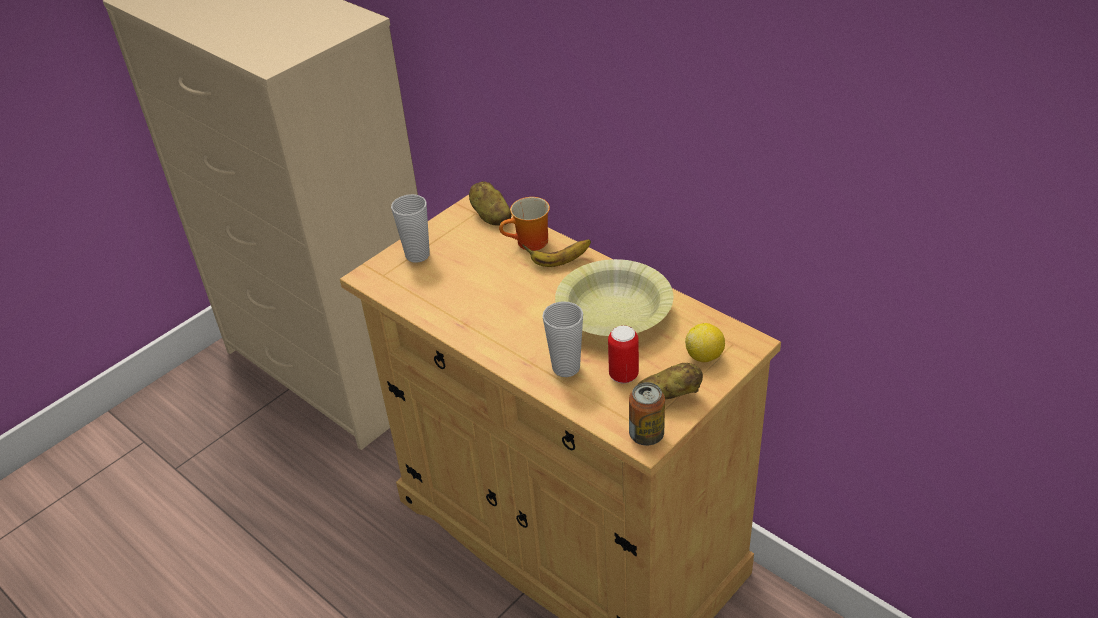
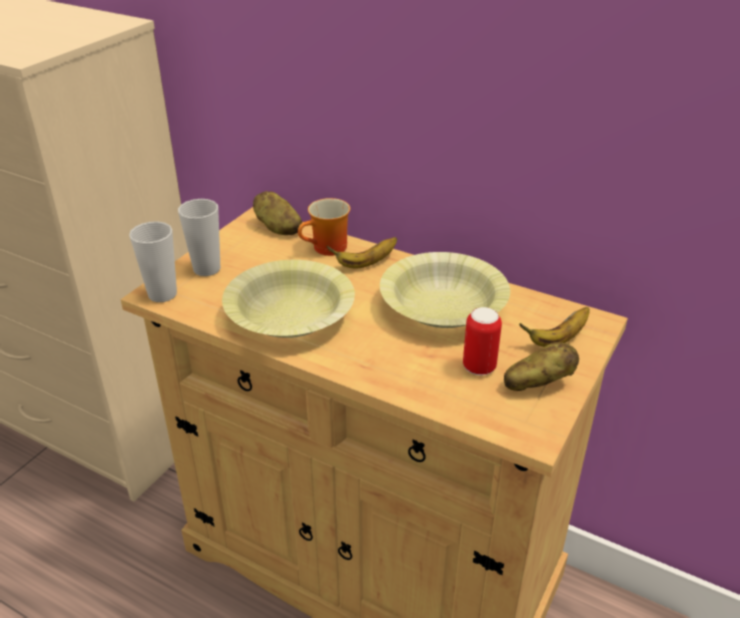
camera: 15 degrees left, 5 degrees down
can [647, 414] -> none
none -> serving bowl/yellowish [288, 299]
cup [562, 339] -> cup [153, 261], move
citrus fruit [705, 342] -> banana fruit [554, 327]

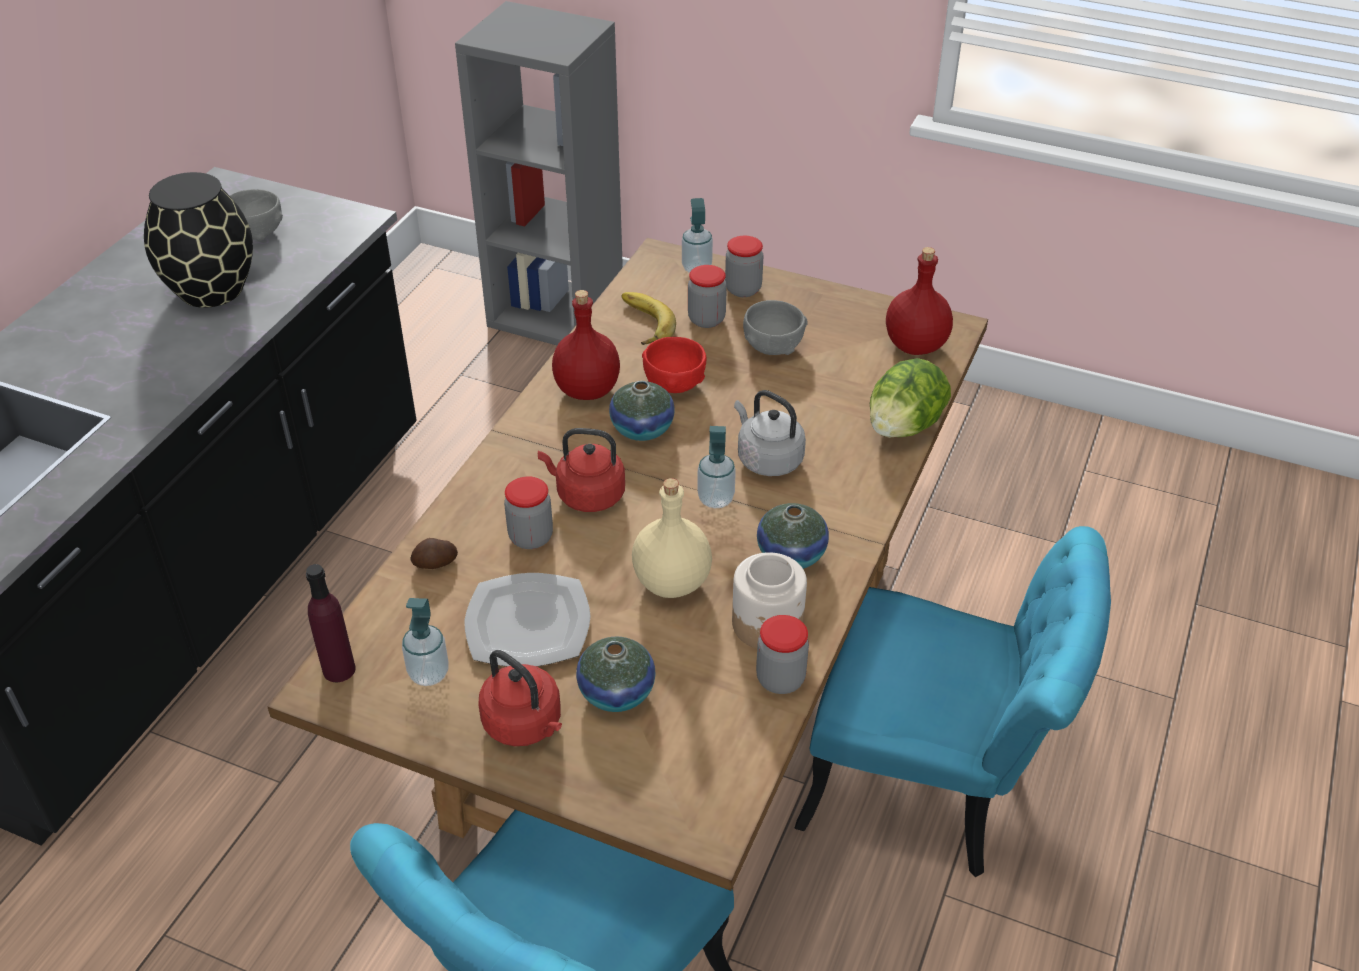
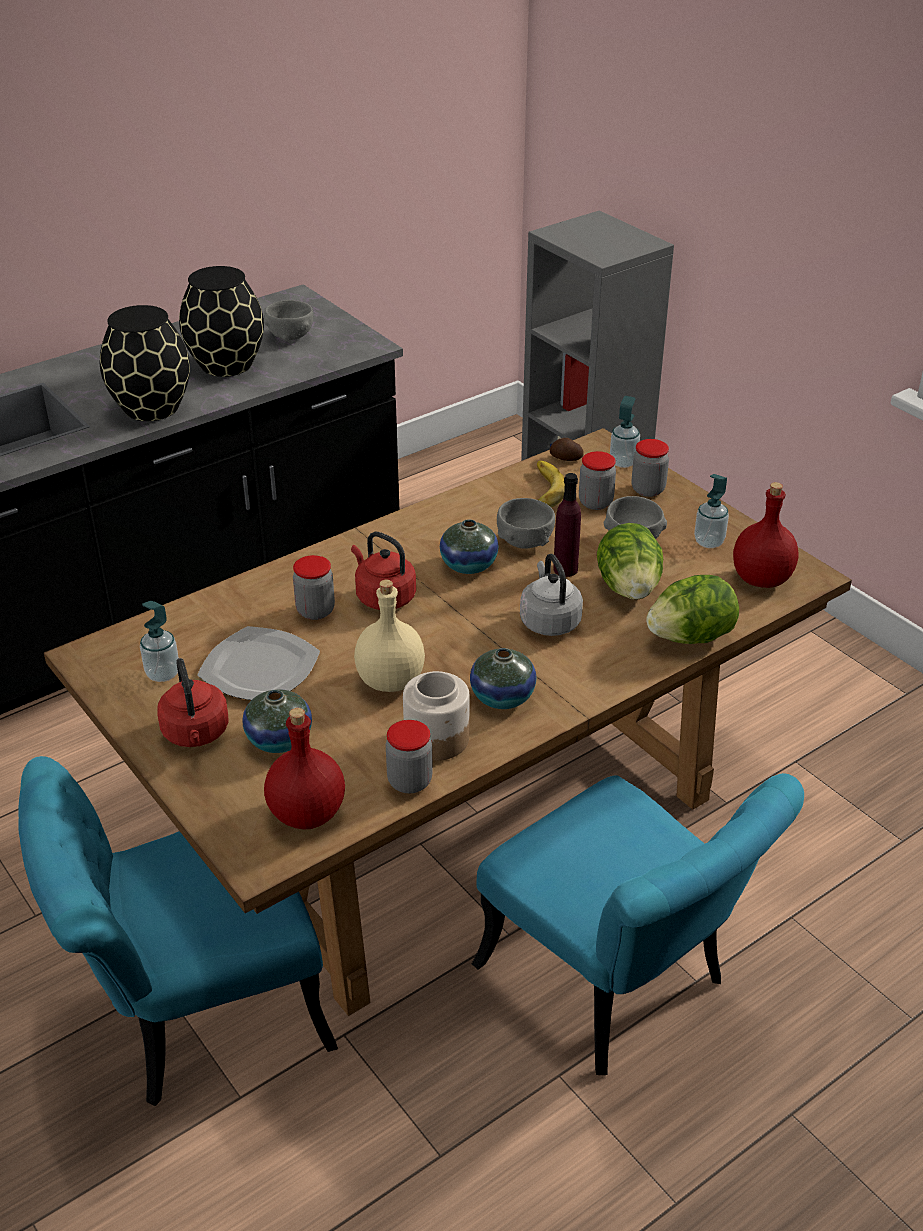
camera: 30 degrees right, 5 degrees down
none -> vase/black-coloured [145, 363]
none -> lettuce [630, 561]
drink bottle/purple [331, 623] -> drink bottle/purple [567, 525], move
potato [434, 553] -> potato [567, 449], move
drink bottle/reddish [586, 345] -> drink bottle/reddish [304, 768], move
soap bottle [716, 467] -> soap bottle [711, 511], move
serving bowl/reddish [674, 365] -> serving bowl/greyish [526, 523]

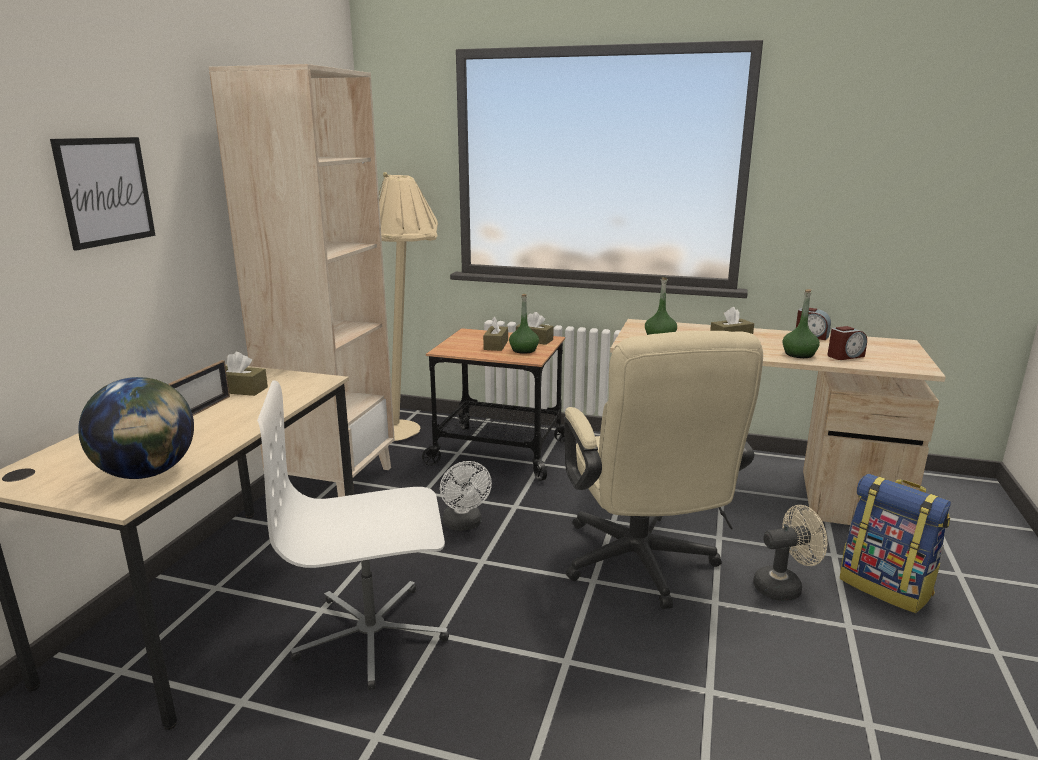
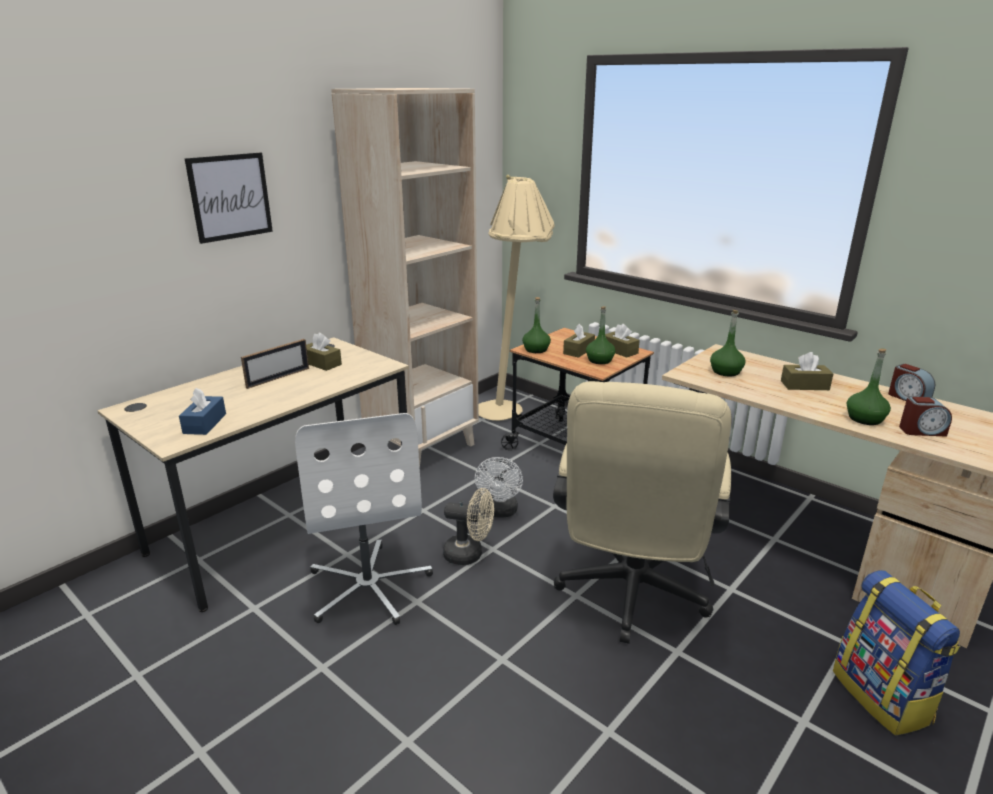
camera: 25 degrees right, 5 degrees up
none -> drink bottle/greenish [536, 325]
fan/sand-coloured [790, 553] -> fan/sand-coloured [468, 526], move
globe [136, 428] -> tissue box/blue-coloured [202, 411]
office chair/whitish [353, 535] -> office chair/whitish [364, 519], 120 degrees counterclockwise

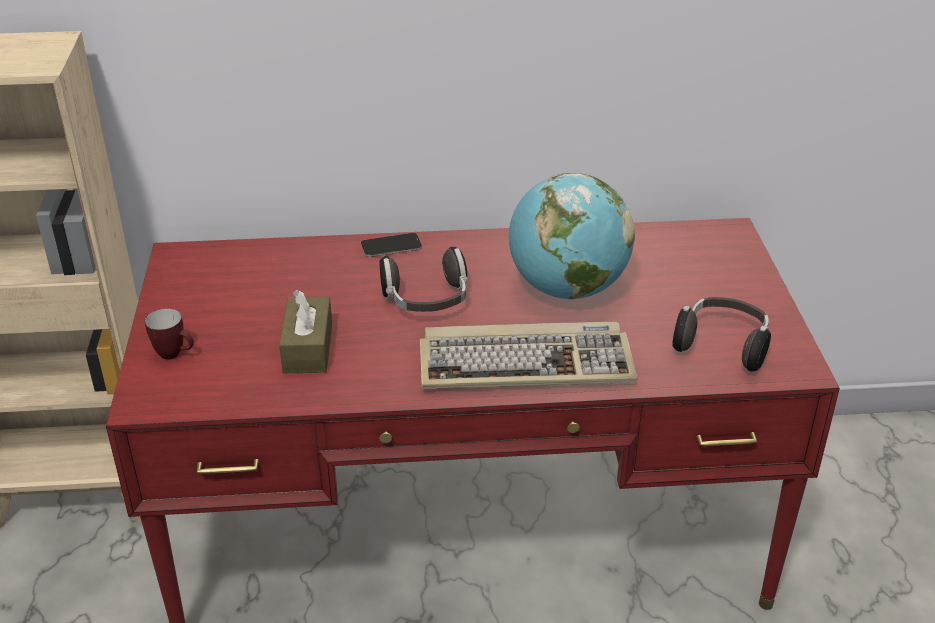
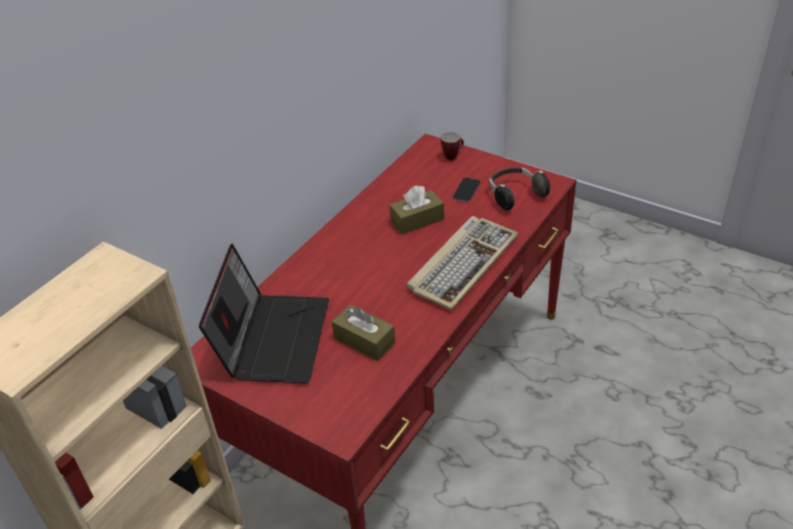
camera: 50 degrees left, 5 degrees up
headset [424, 279] -> none
none -> laptop [264, 313]
tea mug [169, 334] -> tea mug [452, 146], move
phone [391, 245] -> phone [466, 189], move
globe [572, 236] -> tissue box/brown [416, 210]

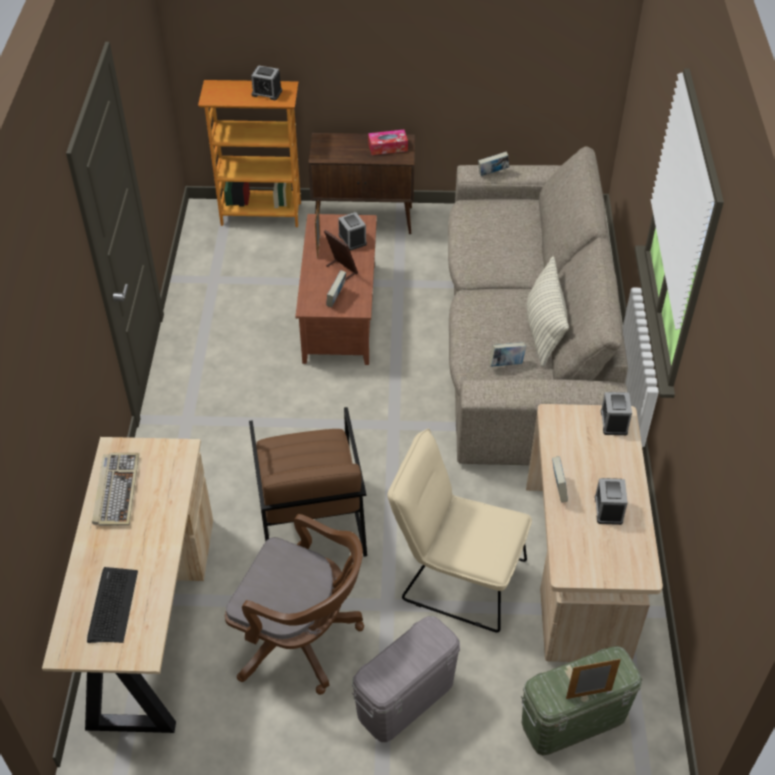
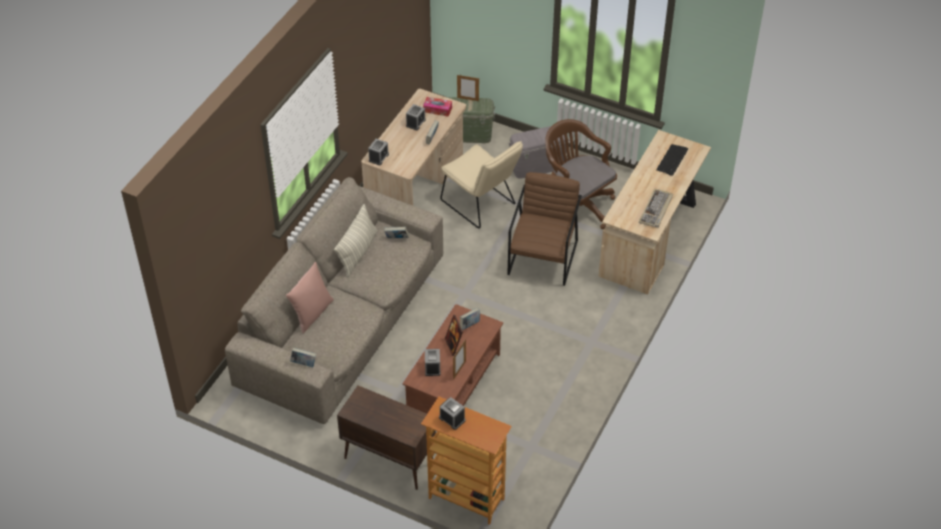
camera: 155 degrees left, 0 degrees up
none -> cushion/pink-coloured [310, 298]
tissue box [388, 142] -> tissue box [437, 107], move

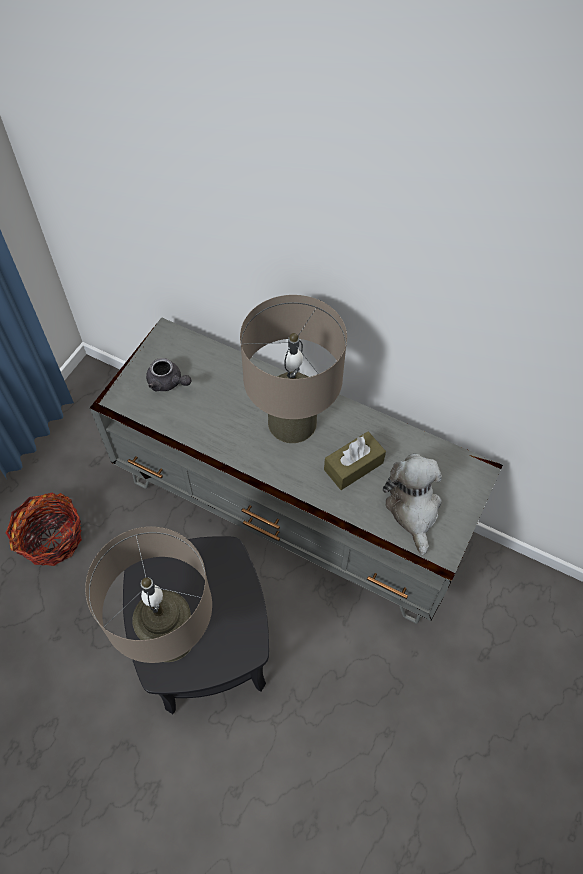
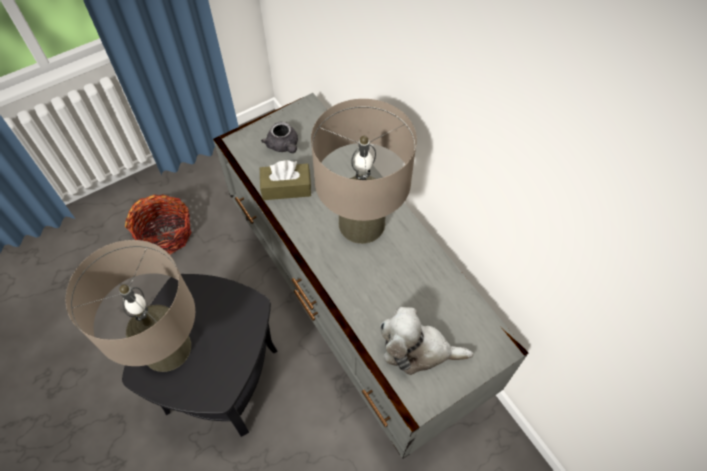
camera: 30 degrees right, 0 degrees up
tissue box/brown [355, 460] -> tissue box/brown [285, 180], move
plush toy [412, 504] -> plush toy [426, 341], 105 degrees counterclockwise

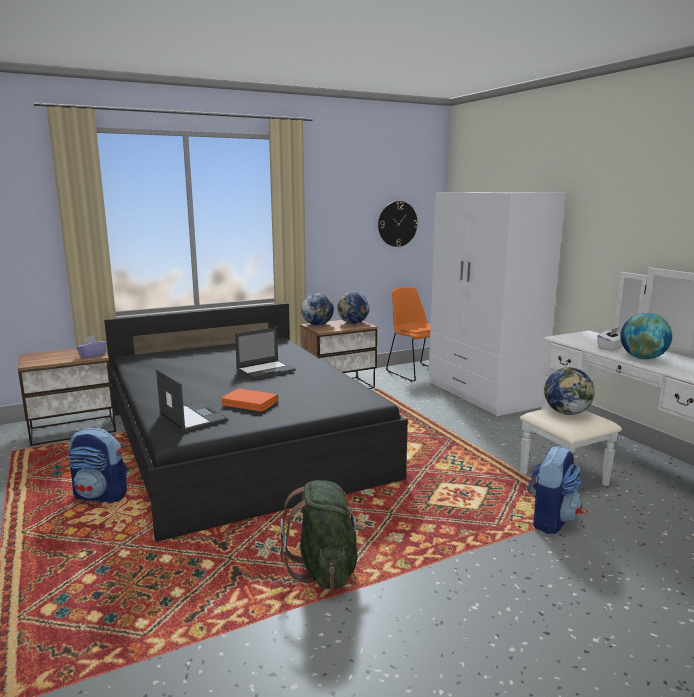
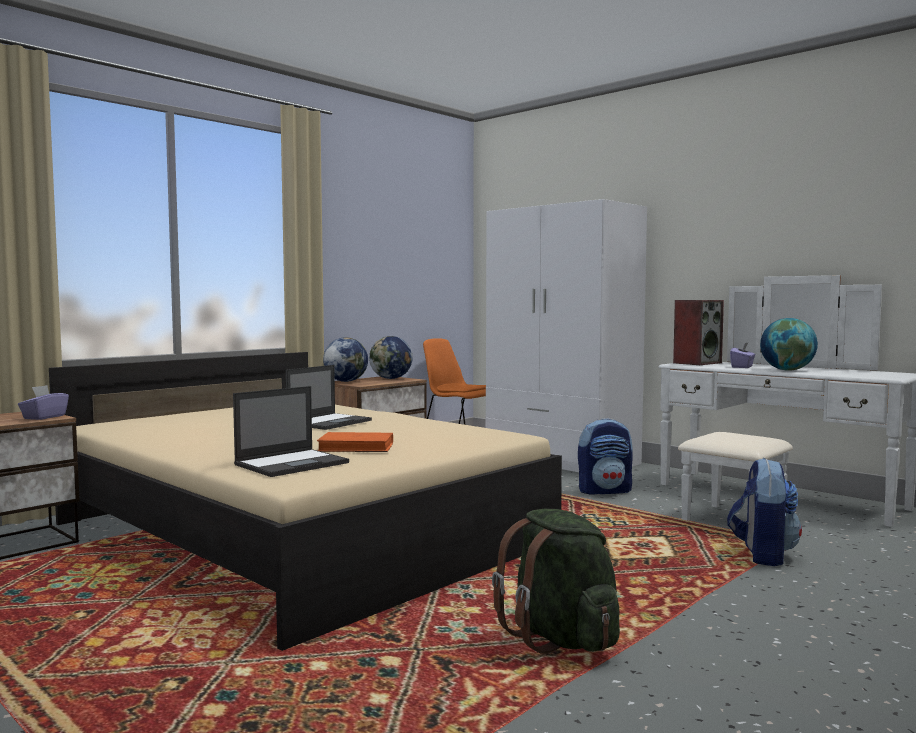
camera: 20 degrees left, 10 degrees down
clock on the wall [398, 224] -> none
globe [569, 391] -> none
none -> audio speaker [698, 332]
rucksack [98, 465] -> rucksack [605, 456], move
bedroom bed/black-coloured [256, 422] -> bedroom bed/sand-coloured [305, 501]
tissue box/whitish [609, 339] -> tissue box/purple [742, 355]
laptop [192, 400] -> laptop [291, 431], 105 degrees clockwise

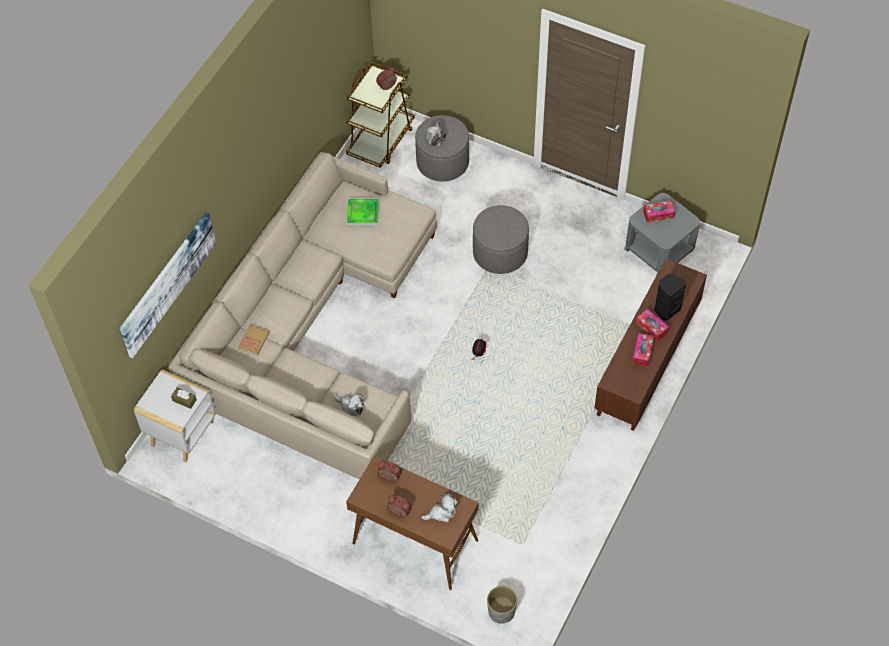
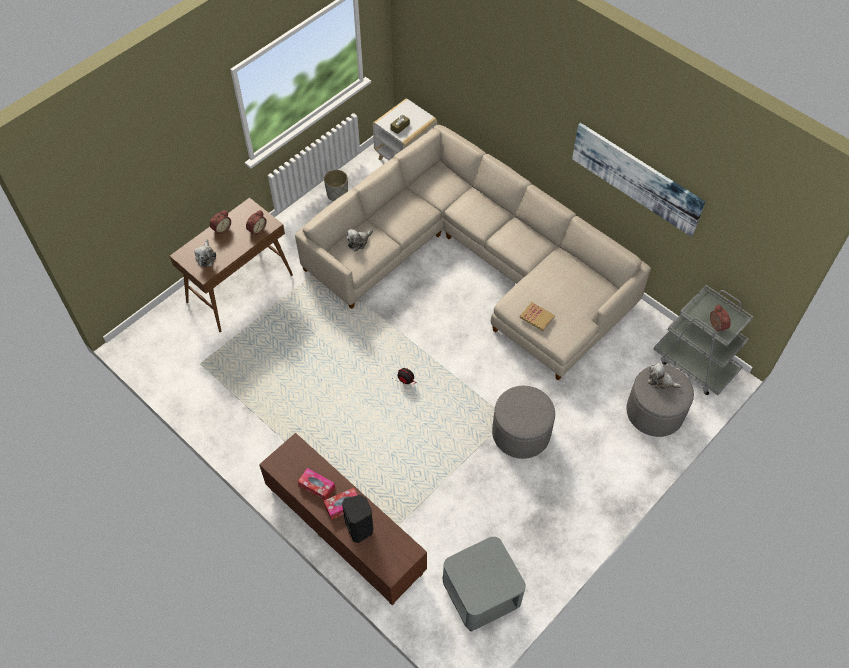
camera: 105 degrees right, 0 degrees up
serving tray [363, 213] -> none
tissue box [659, 211] -> none
wall picture [168, 285] -> wall picture [638, 180], move
bound book [254, 340] -> bound book [537, 316], move
planter/greyish [502, 605] -> planter/greyish [336, 185], move
wheeled cart/brown [380, 115] -> wheeled cart/greyish [703, 340]

